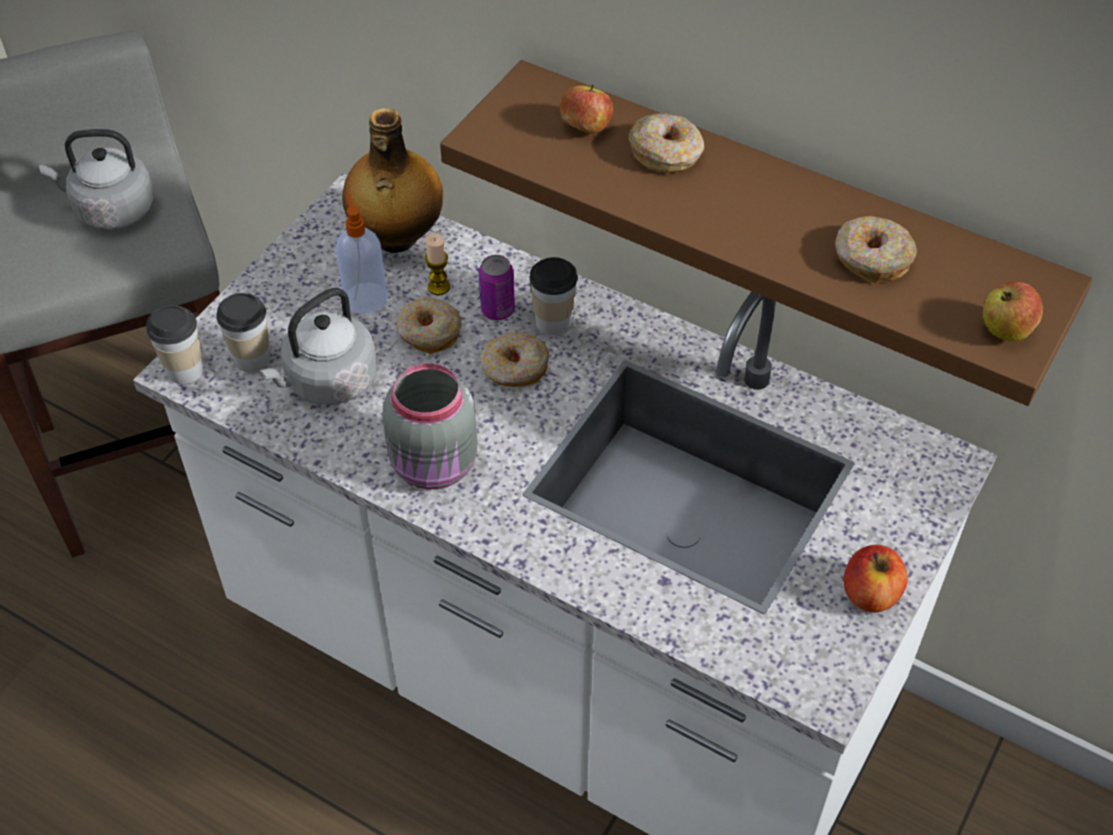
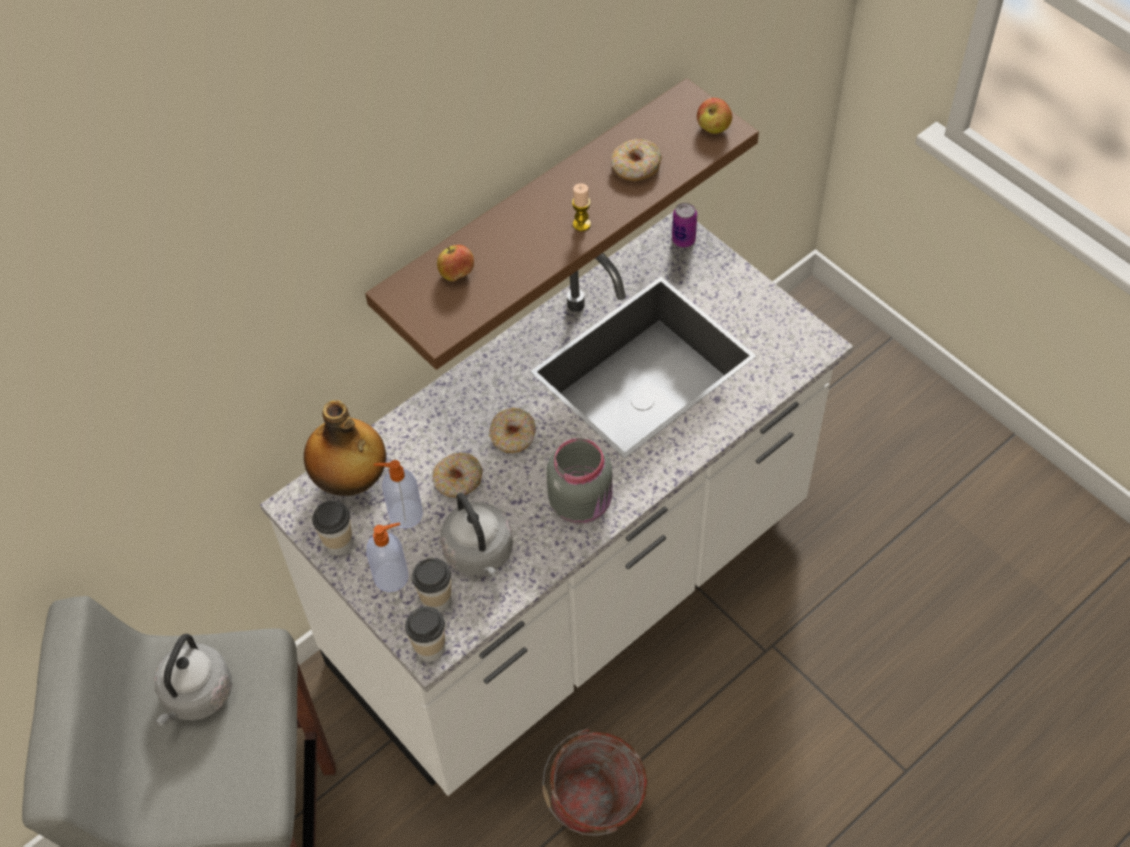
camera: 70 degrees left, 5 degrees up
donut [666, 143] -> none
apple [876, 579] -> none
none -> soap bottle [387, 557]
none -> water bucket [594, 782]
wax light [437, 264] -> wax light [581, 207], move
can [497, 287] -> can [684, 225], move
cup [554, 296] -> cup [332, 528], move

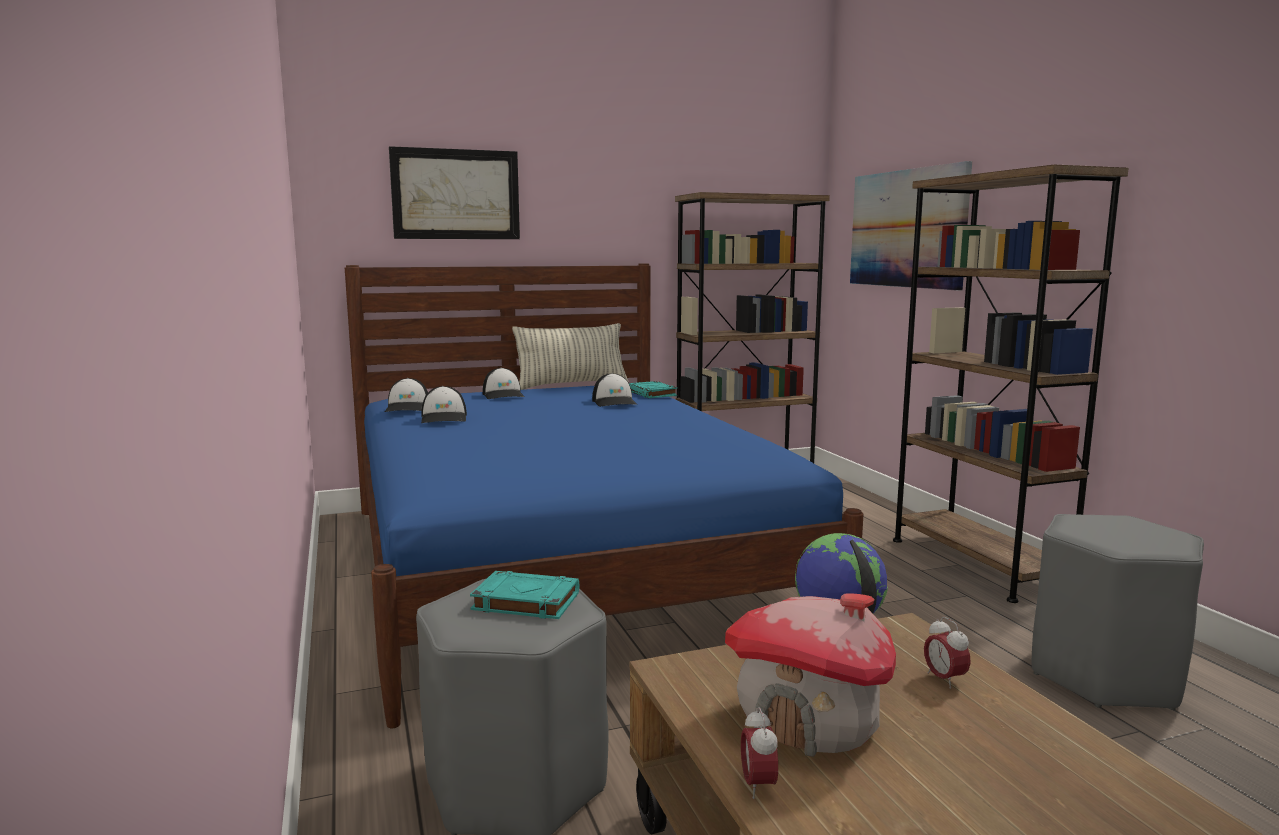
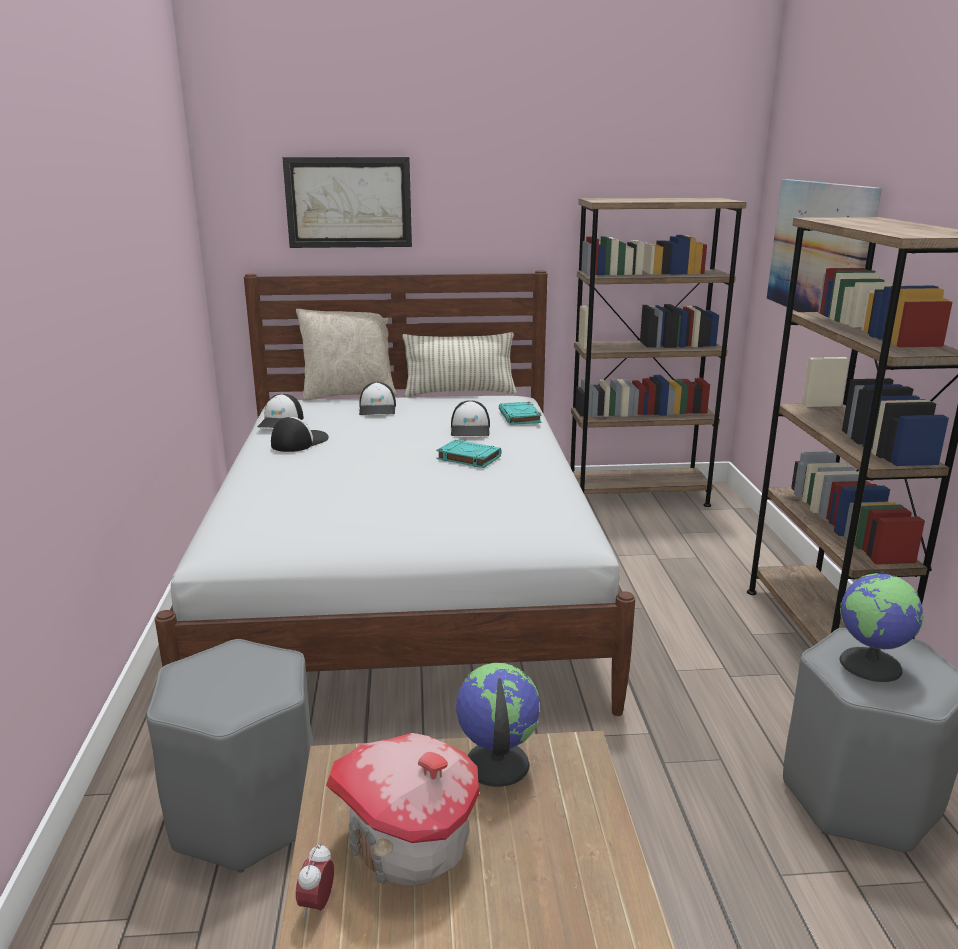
camera: 15 degrees right, 10 degrees up
table clock [947, 653] -> none
none -> cushion/sand-coloured [346, 355]
none -> globe [881, 626]
bound book/turquoise-coloured [524, 595] -> bound book/turquoise-coloured [469, 454], move
bedroom bed/blue-coloured [604, 495] -> bedroom bed/whitish [395, 493]
cap [444, 404] -> cap [300, 434], 150 degrees counterclockwise

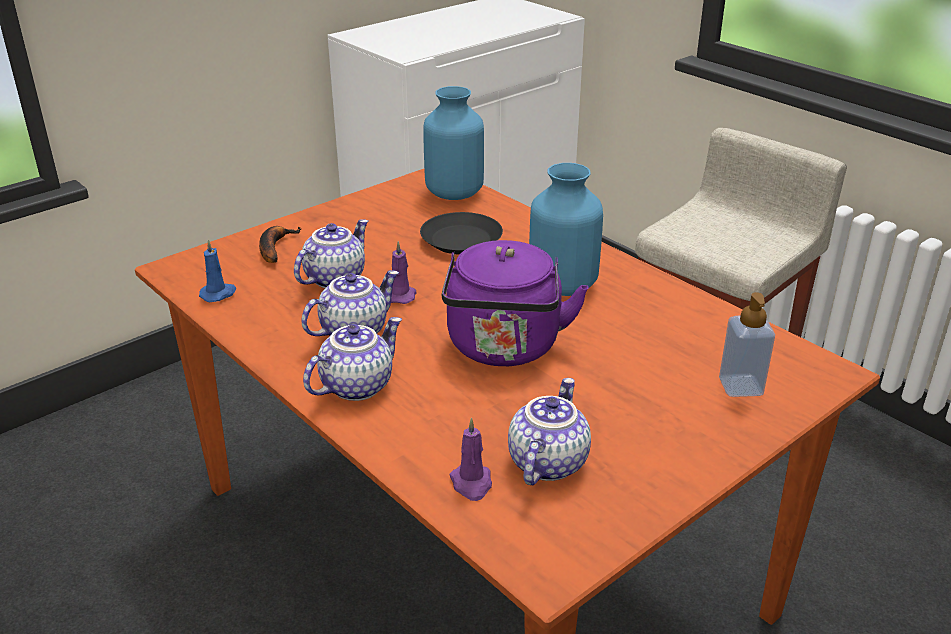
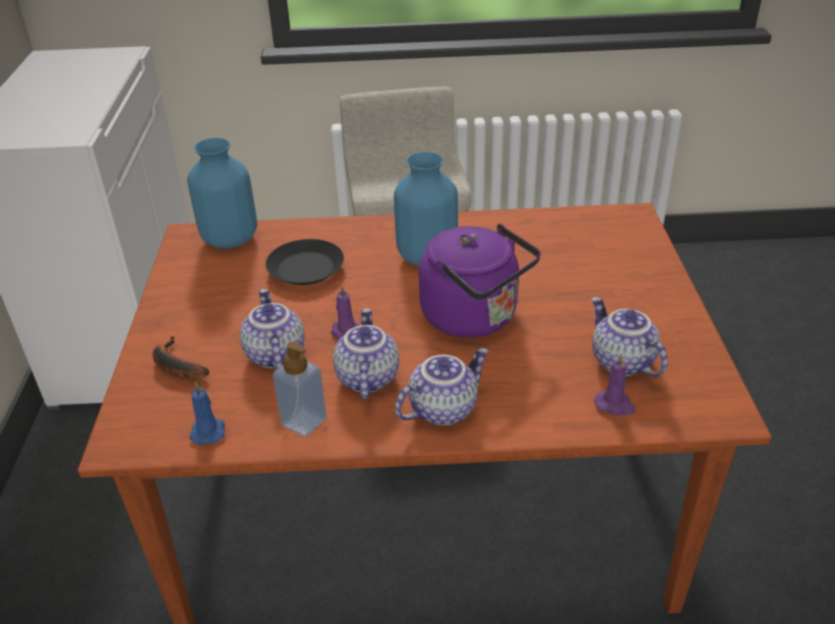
camera: 50 degrees left, 5 degrees up
soap bottle [747, 344] -> soap bottle [300, 389], move
tea pot [352, 359] -> tea pot [442, 387], 60 degrees clockwise

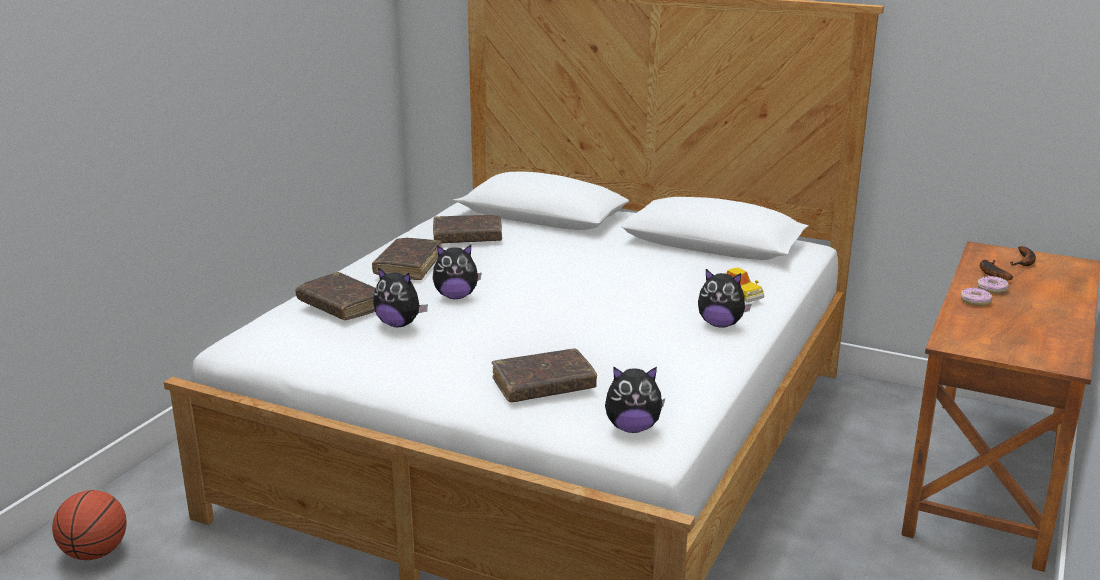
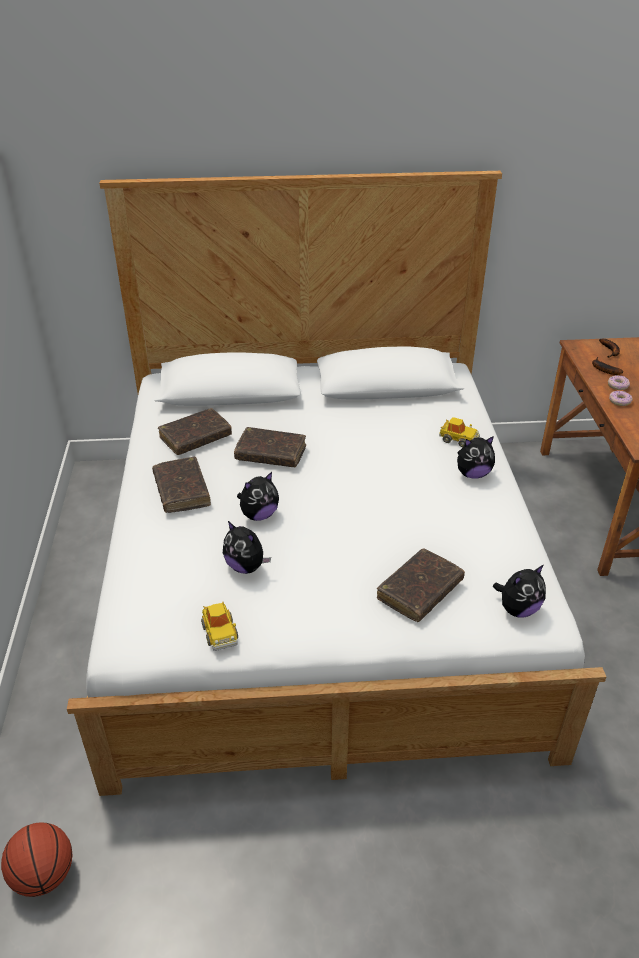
camera: 30 degrees left, 15 degrees up
none -> toy car [219, 626]
bound book/brown [336, 296] -> bound book/brown [270, 447], move
plush toy [400, 297] -> plush toy [247, 547], 45 degrees clockwise

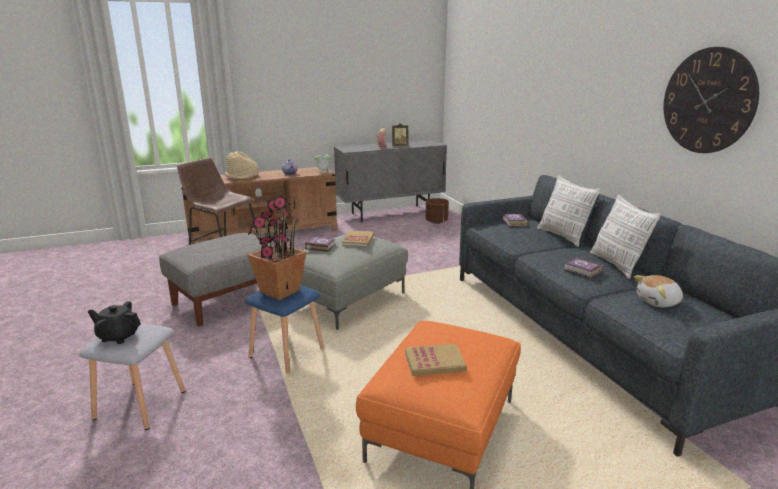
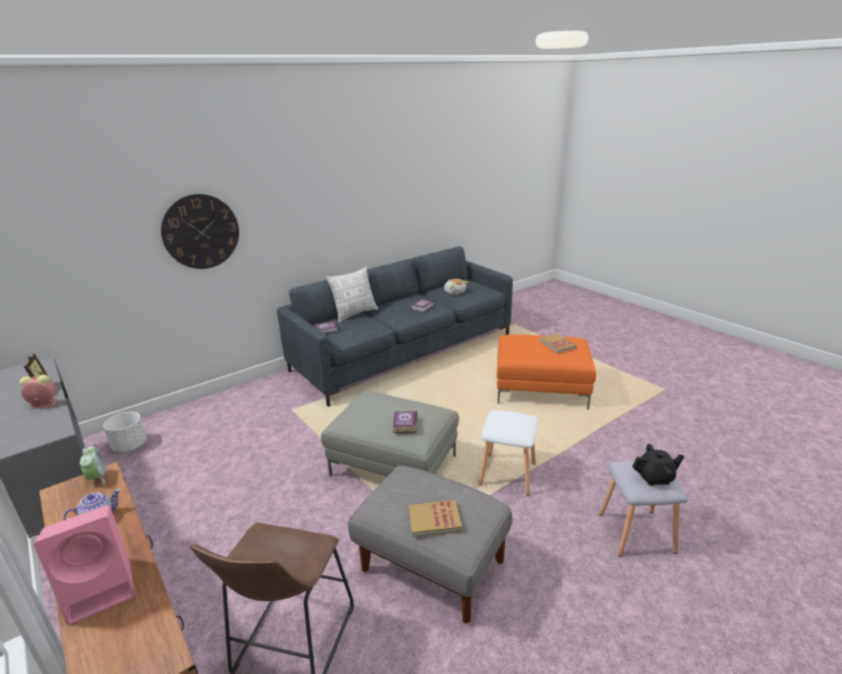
camera: 105 degrees left, 5 degrees up
potted plant [277, 248] -> none
cushion [625, 236] -> none
bound book [358, 238] -> bound book [435, 518], move
clock on the wall [711, 100] -> clock on the wall [200, 231], move
hat/sand-coloured [242, 165] -> audio speaker/pink-coloured [84, 565]
stool seat/blue-coloured [284, 329] -> stool seat/whitish [508, 453]
planter/brown [437, 211] -> planter/whitish [124, 432]
tea pot/black-coloured [114, 322] -> tea pot/black-coloured [658, 465], 90 degrees counterclockwise

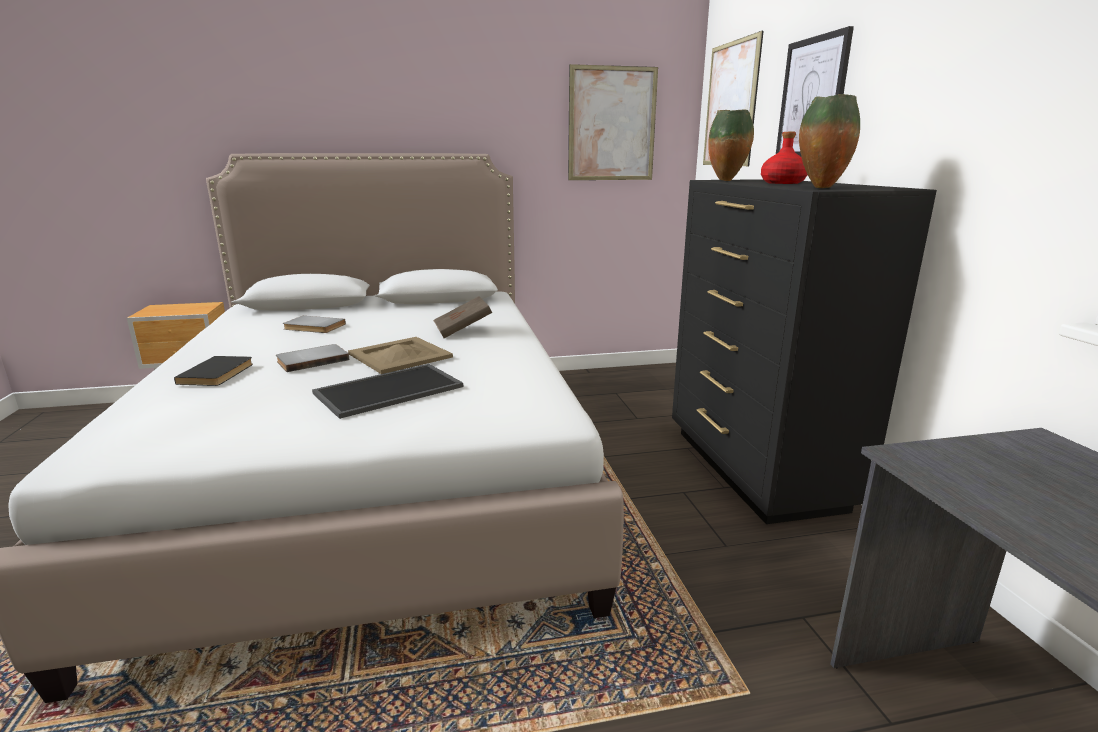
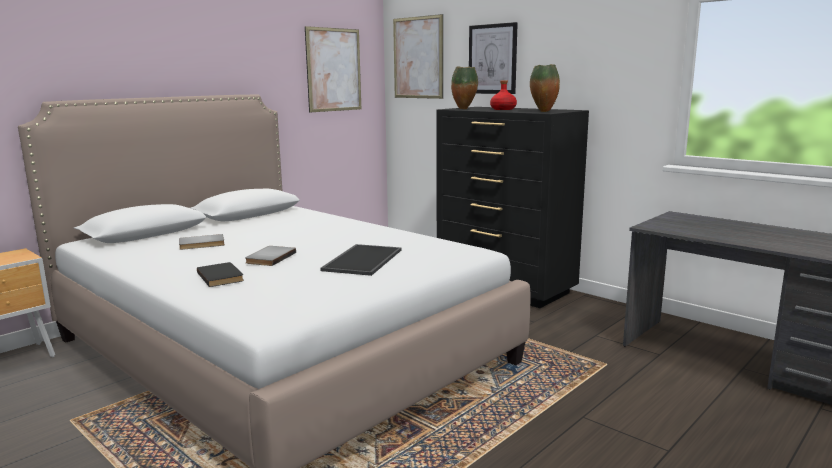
camera: 35 degrees left, 5 degrees down
serving tray/sand-coloured [400, 355] -> none
bound book/brown [462, 317] -> none

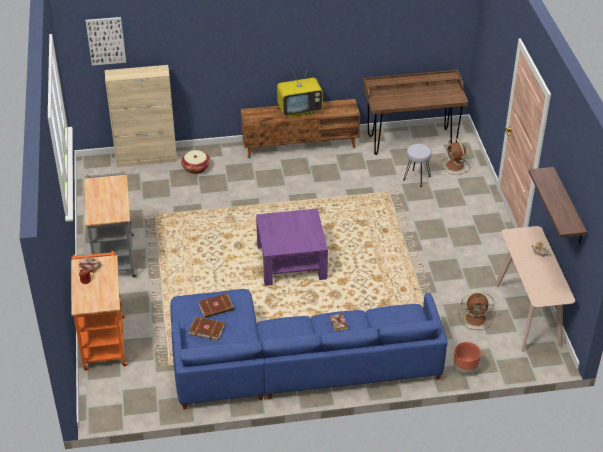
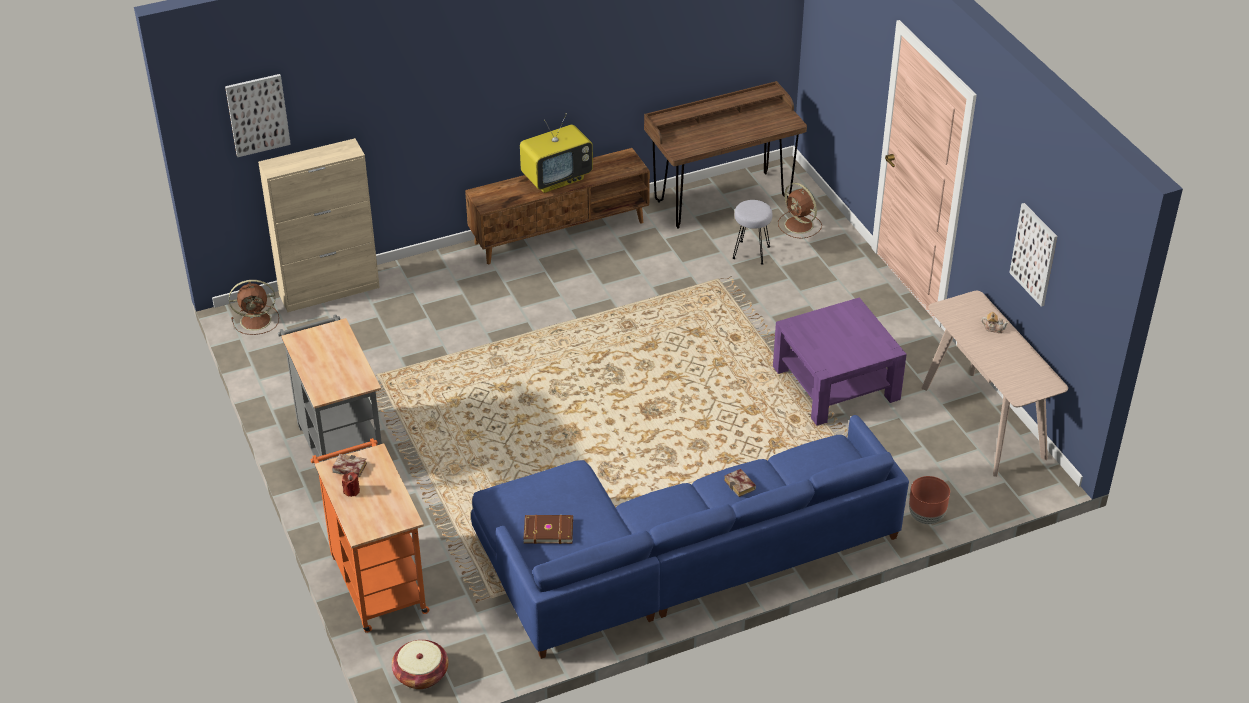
camera: 15 degrees left, 0 degrees up
bound book/brown [216, 305] -> none
basket [195, 162] -> basket [420, 664], move
coffee table/purple [292, 247] -> coffee table/purple [840, 361], move
fan/brown [476, 311] -> fan/brown [254, 307], move
shelf [558, 205] -> wall picture [1033, 255]

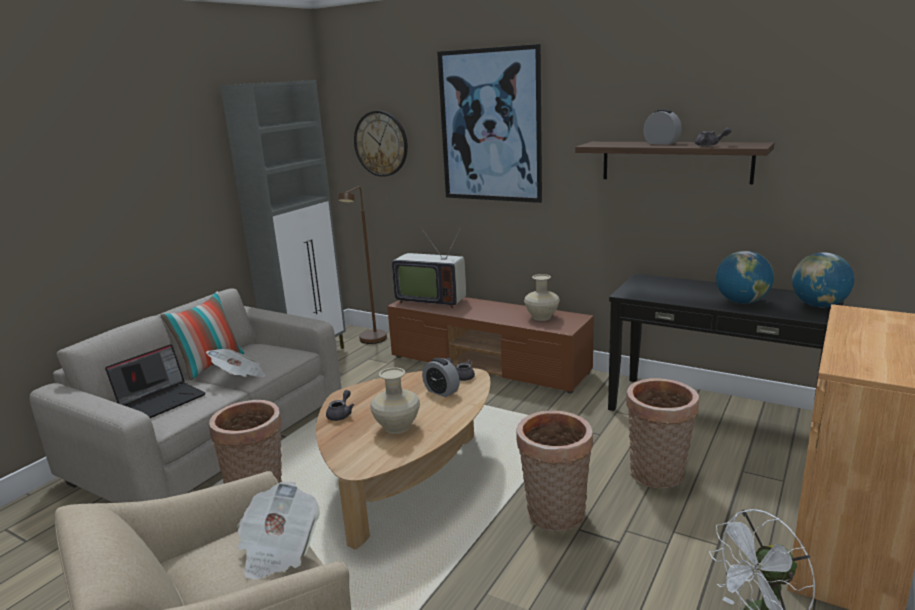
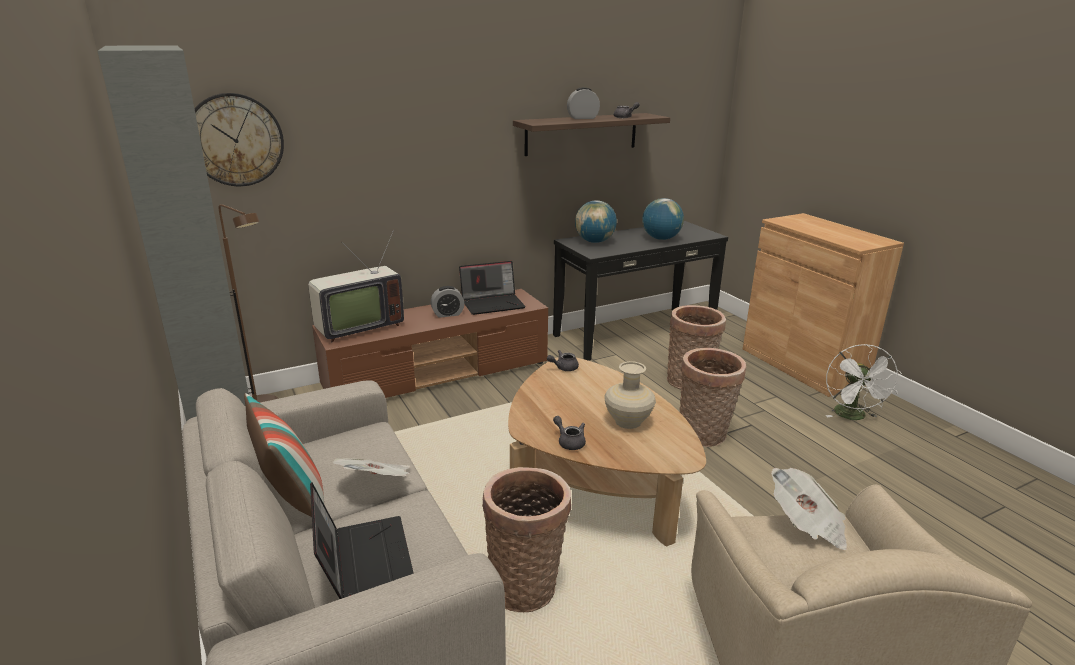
camera: 60 degrees left, 5 degrees up
wall picture [489, 123] -> none
table clock [441, 377] -> table clock [447, 302], move
globe [823, 279] -> globe [596, 221], move
vase/sand-coloured [542, 297] -> laptop [492, 288]

